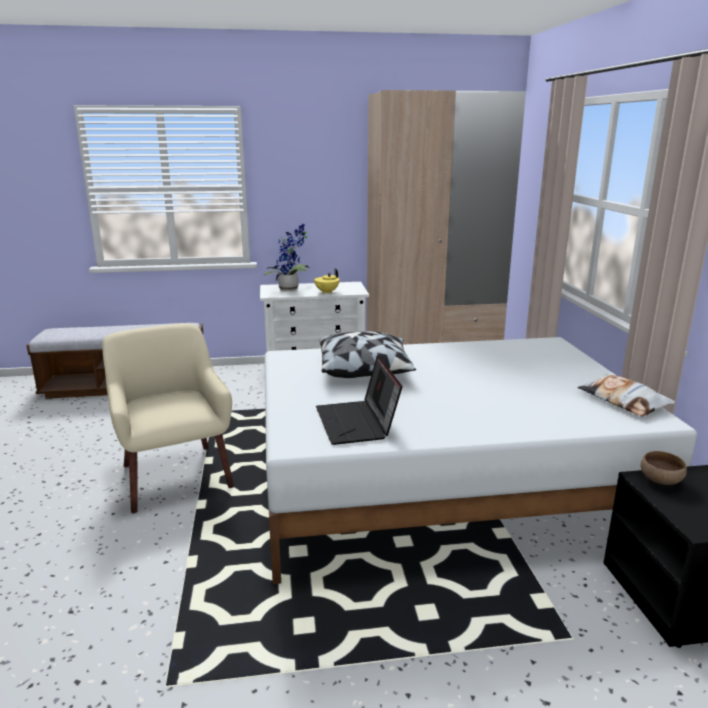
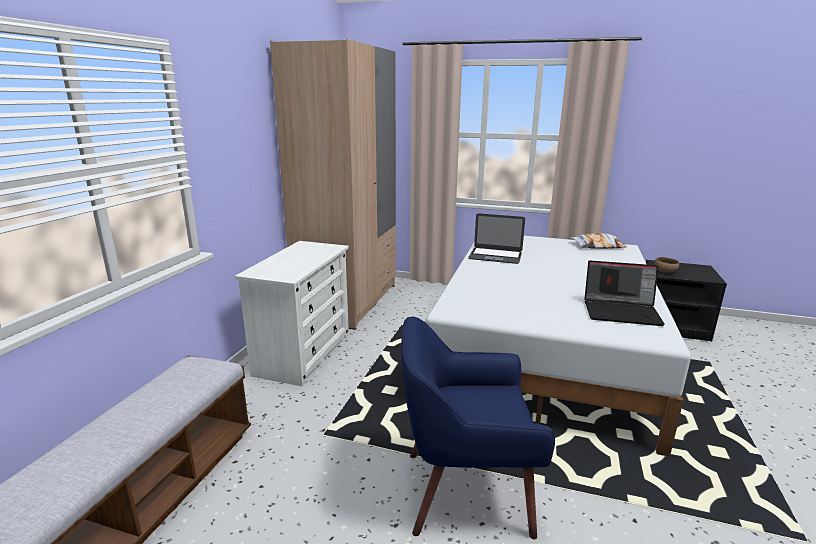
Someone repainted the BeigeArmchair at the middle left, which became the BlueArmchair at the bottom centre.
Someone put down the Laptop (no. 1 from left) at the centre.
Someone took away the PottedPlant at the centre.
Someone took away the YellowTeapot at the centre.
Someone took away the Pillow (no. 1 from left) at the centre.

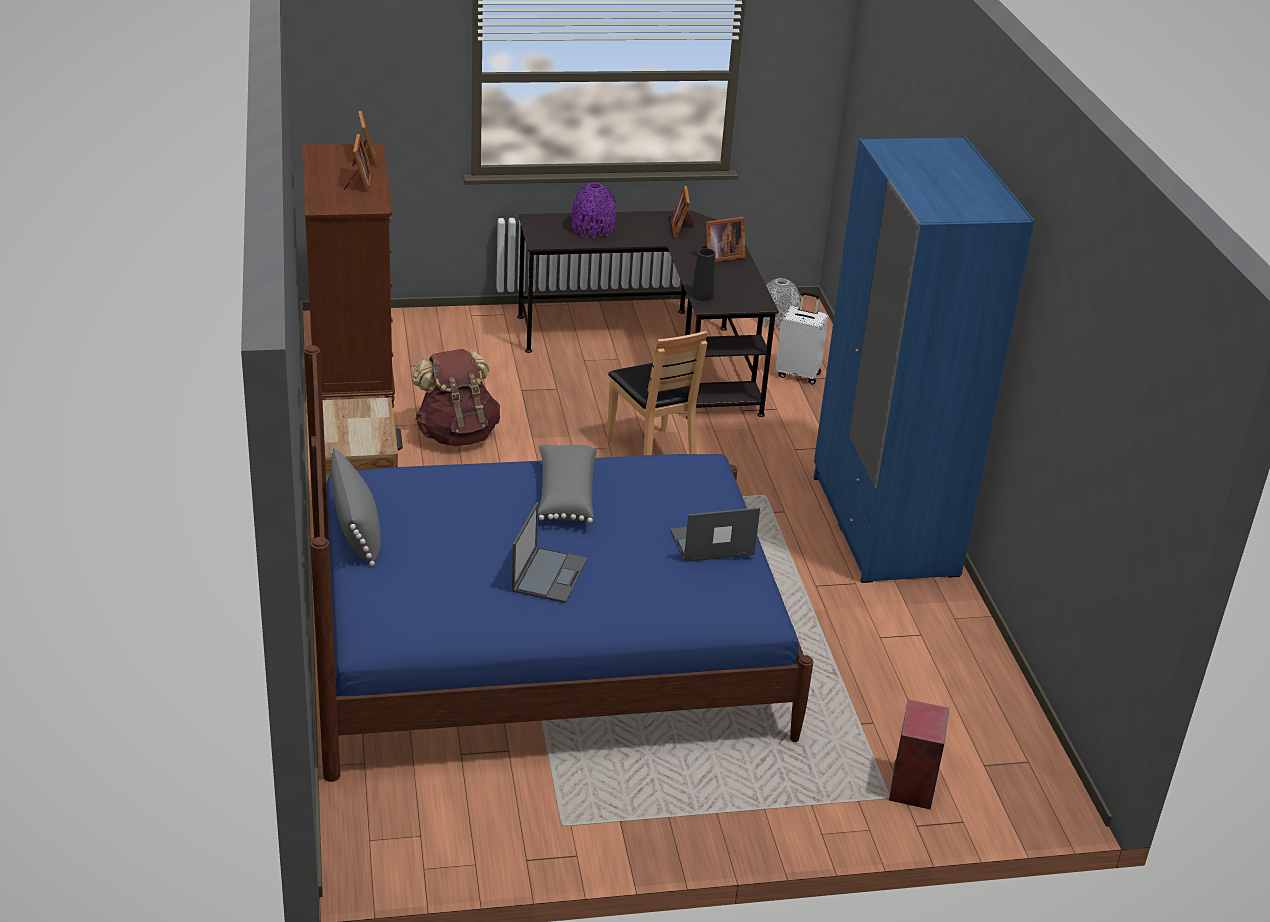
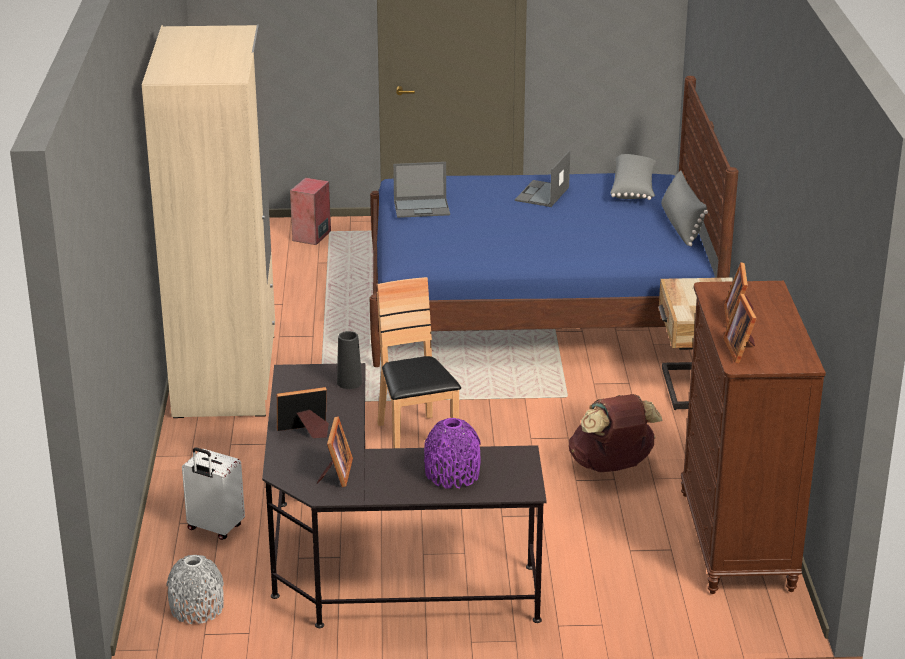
Someone repainted the BlueWardrobe at the middle right, which became the BeigeWardrobe at the middle left.
Someone carried the GreyPillow (no. 2 from left in the first image) from the centre to the top right.

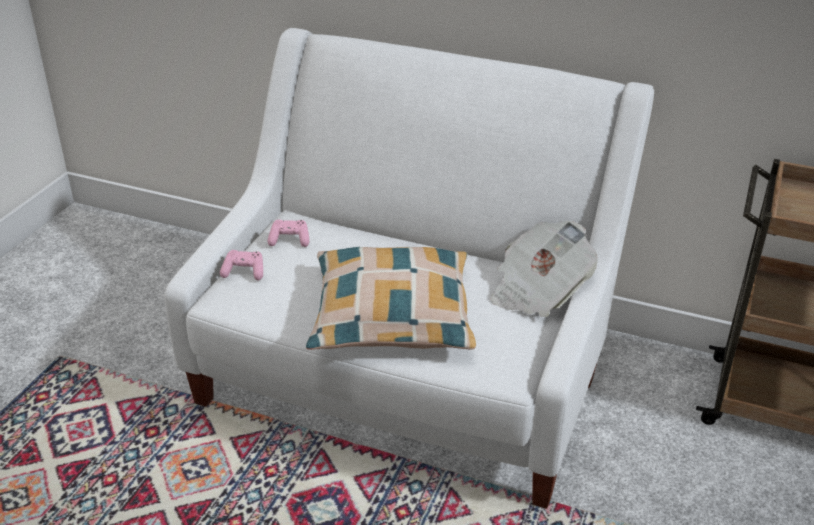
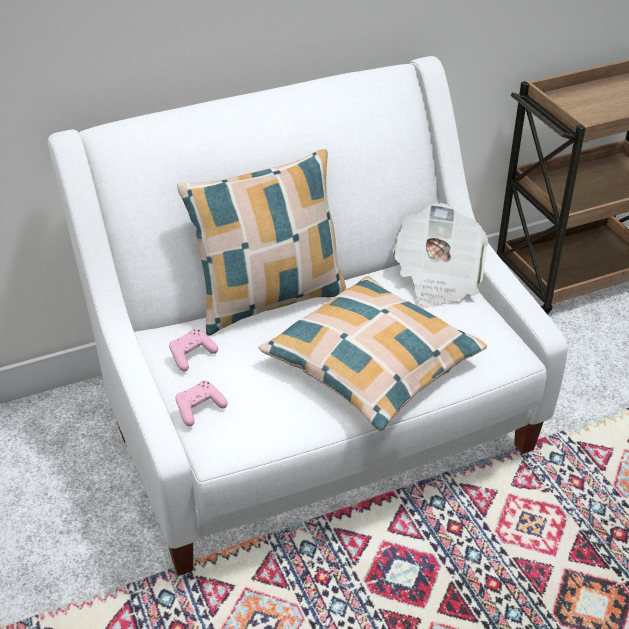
Someone put down the Pillow (no. 1 from left) at the centre.

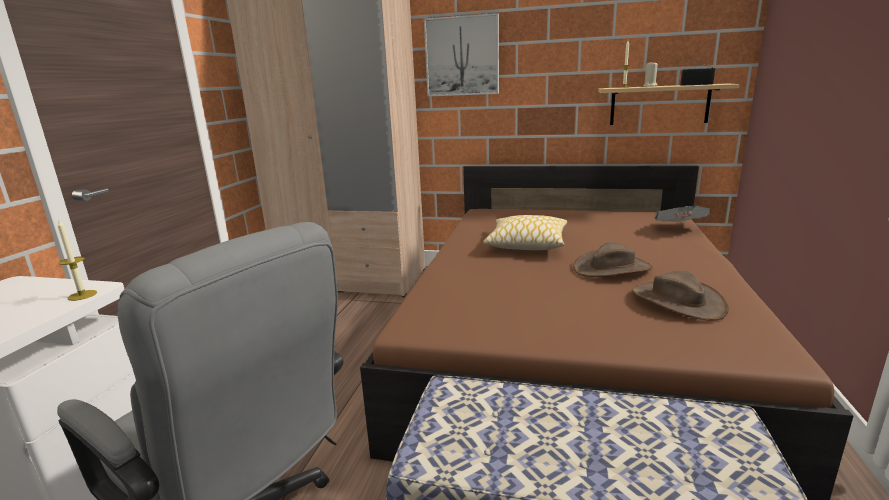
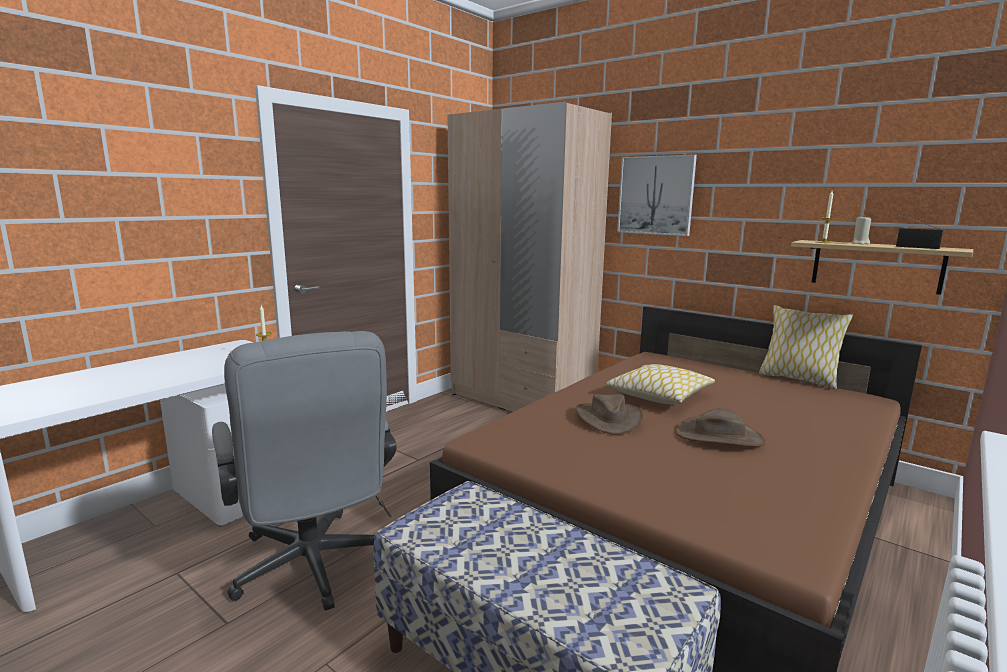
Someone carried the BrownHat (no. 2 from left in the first image) from the middle right to the centre.
Someone put down the Pillow (no. 2 from left) at the middle right.
Someone took away the Newspaper at the middle right.

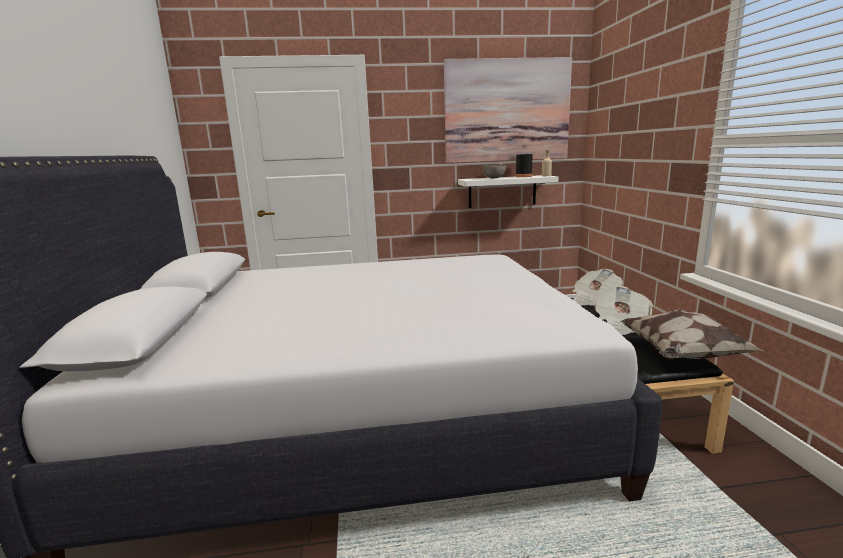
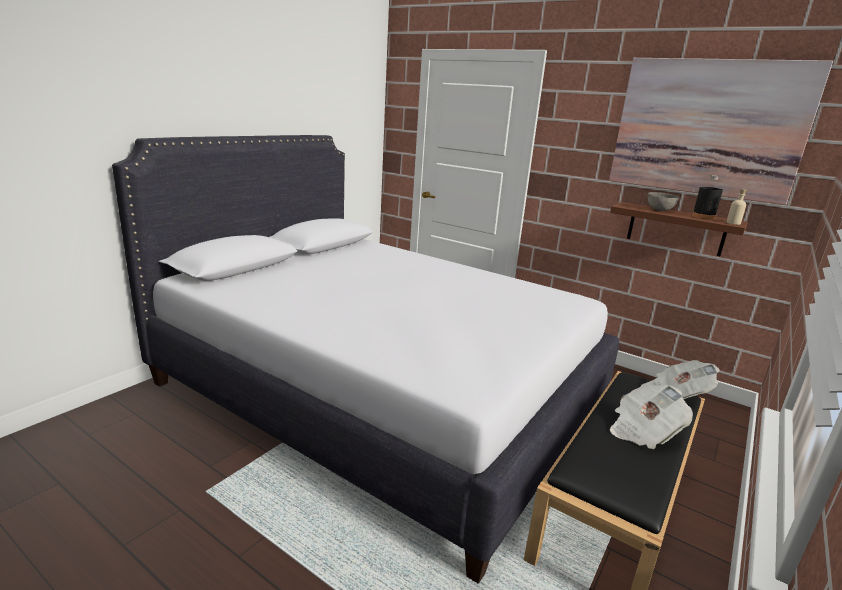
Someone repainted the WhiteShelf at the centre, which became the BrownShelf at the middle right.
Someone took away the Pillow at the middle right.

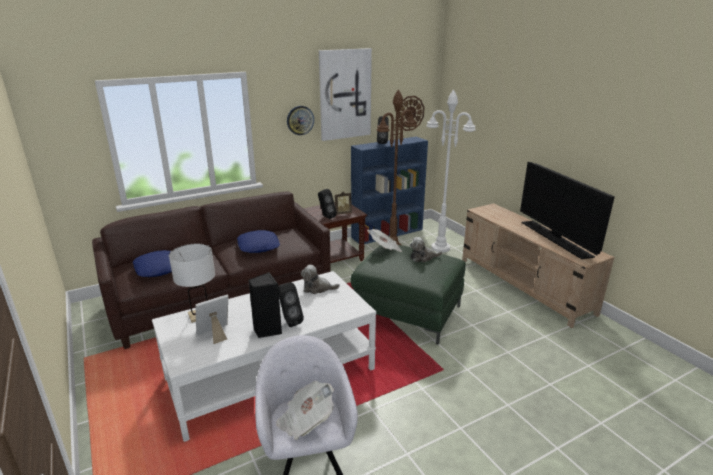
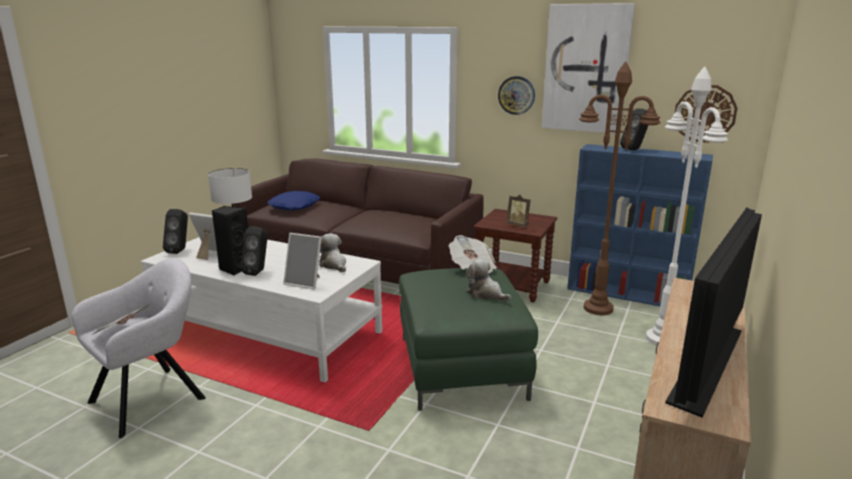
Someone carried the BlackSpeaker (no. 3 from left in the first image) from the centre to the middle left.
Someone put down the PictureFrame (no. 2 from left) at the centre.
Someone took away the BluePillow (no. 2 from left) at the centre.

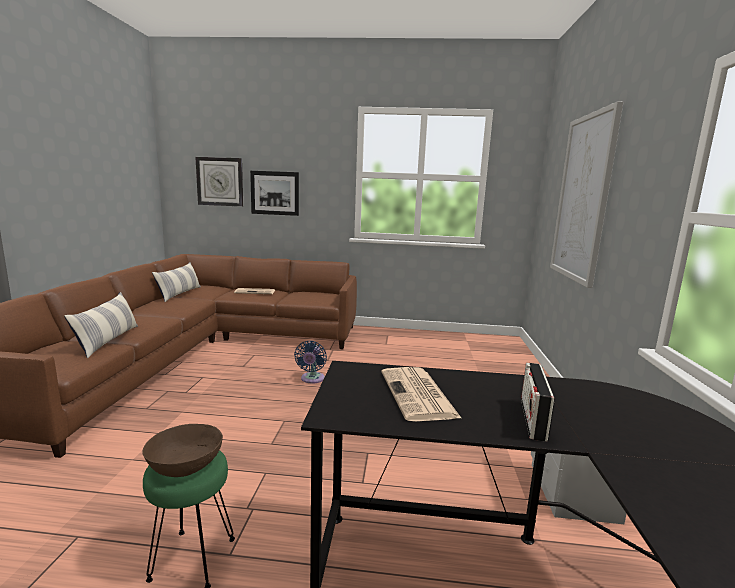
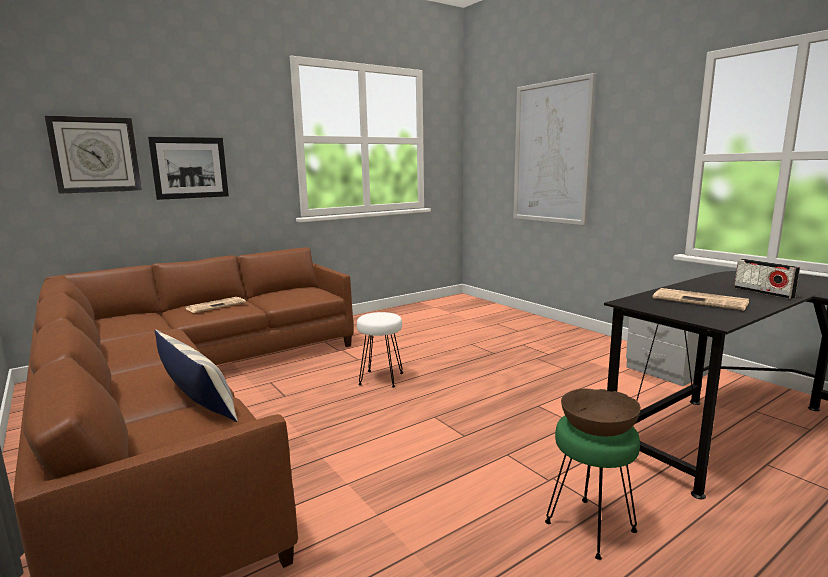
Someone swapped the BlueFan at the centre for the WhiteStool at the centre.
Someone took away the Pillow (no. 2 from left) at the middle left.

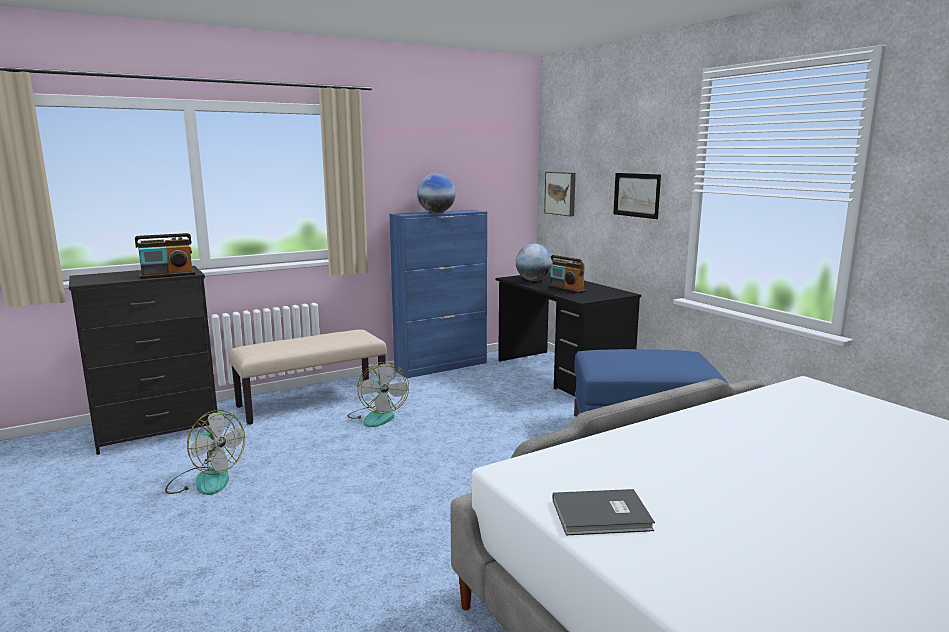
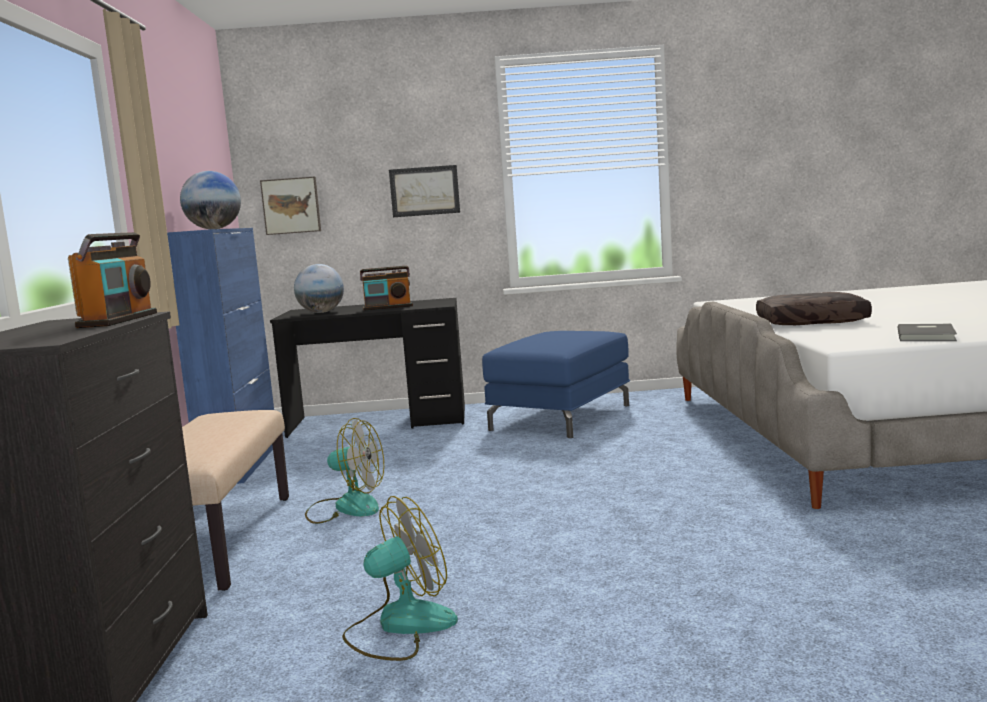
Someone put down the BrownPillow at the middle right.

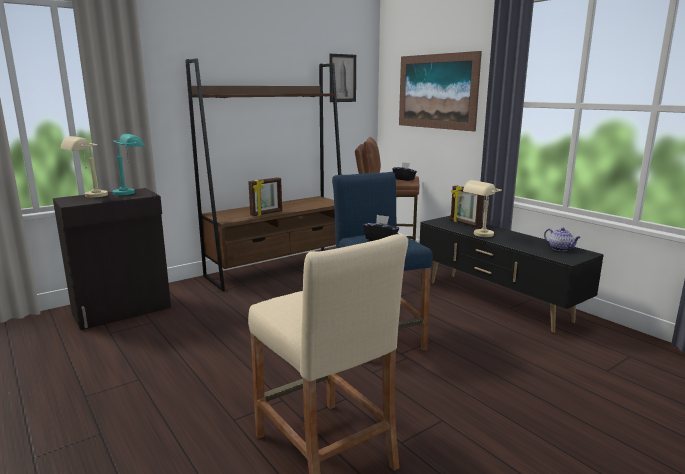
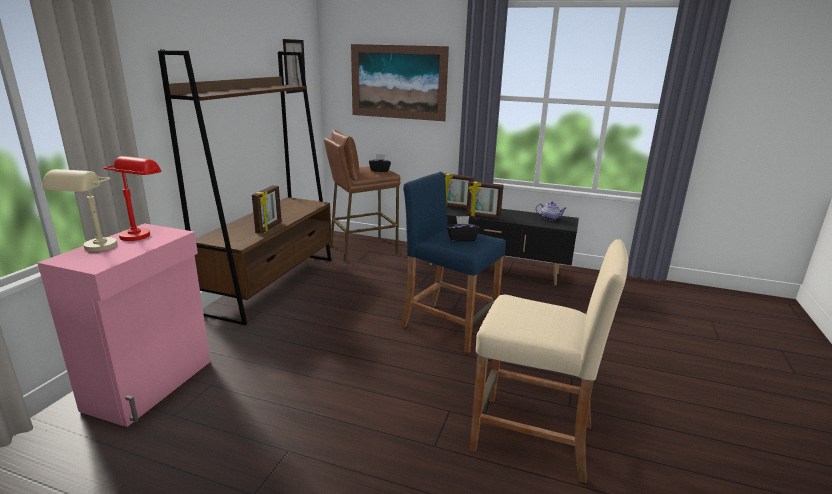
Someone repainted the BlackCabinet at the middle left, which became the PinkCabinet at the middle left.
Someone repainted the TurquoiseTableLamp at the middle left, which became the RedTableLamp at the middle left.
Someone swapped the BeigeTableLamp (no. 2 from left) at the middle right for the PictureFrame (no. 3 from left) at the centre.

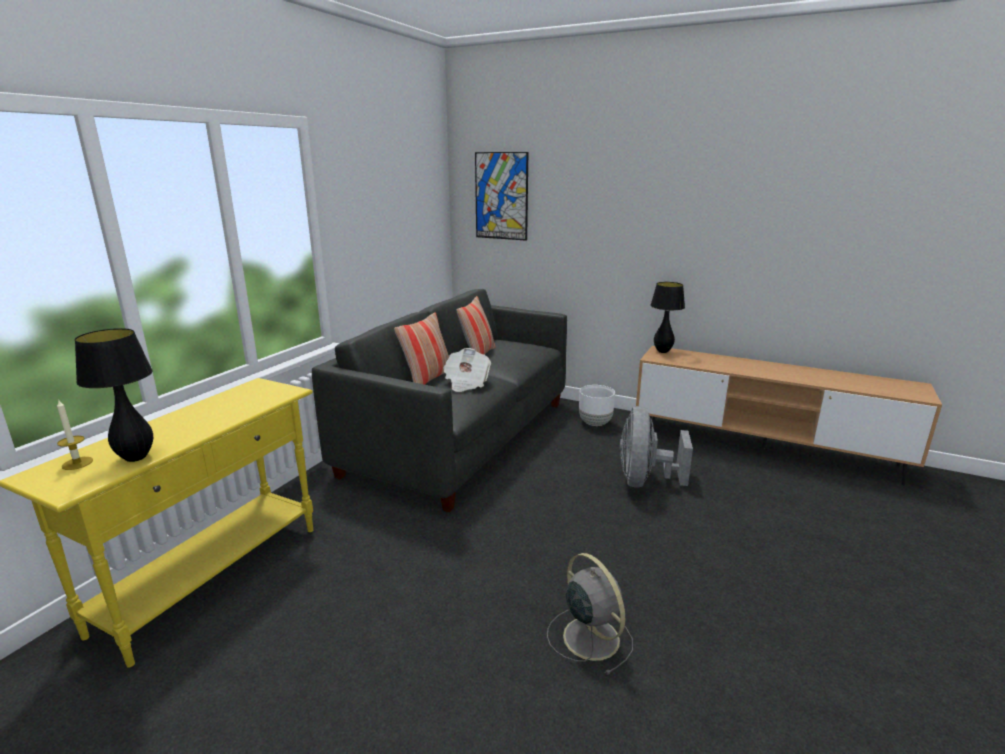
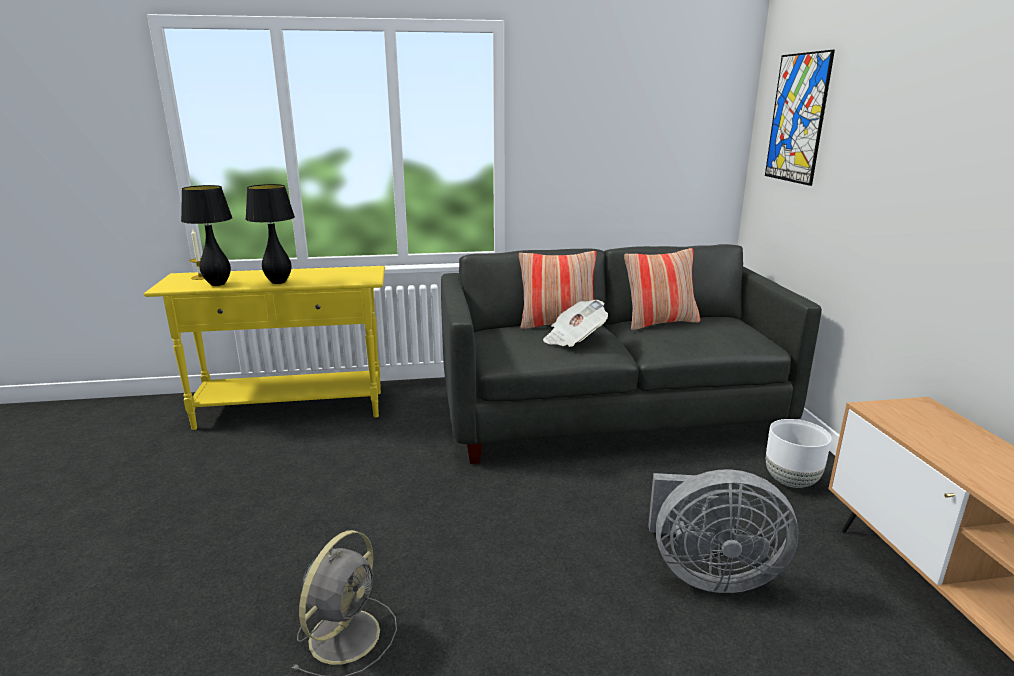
Someone carried the BlackTableLamp (no. 2 from left) from the centre to the middle left.
Someone rotated the GreyFan (no. 2 from left) at the centre by 150 degrees counterclockwise.

